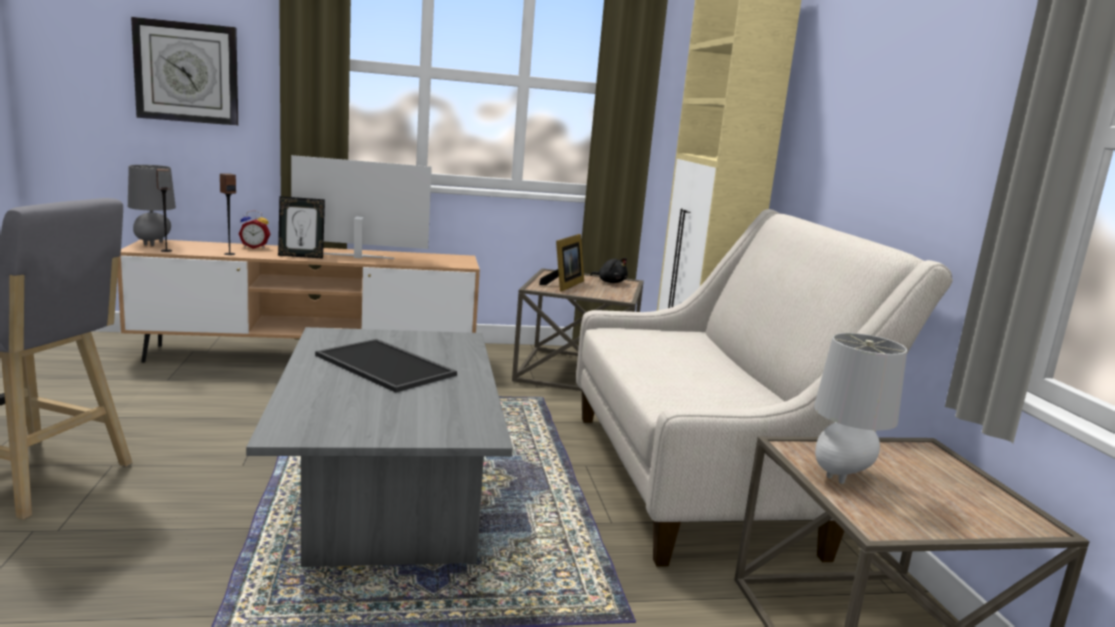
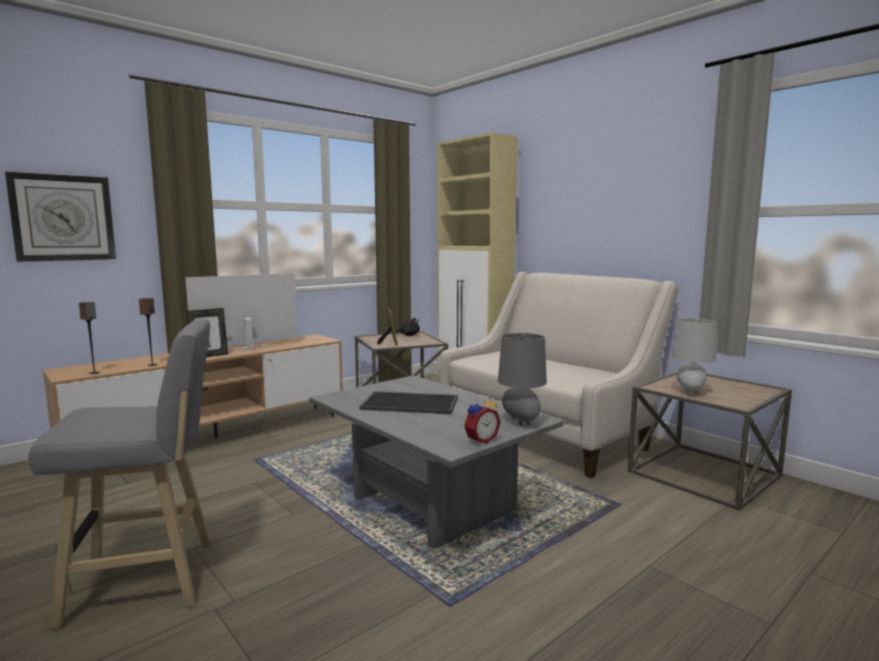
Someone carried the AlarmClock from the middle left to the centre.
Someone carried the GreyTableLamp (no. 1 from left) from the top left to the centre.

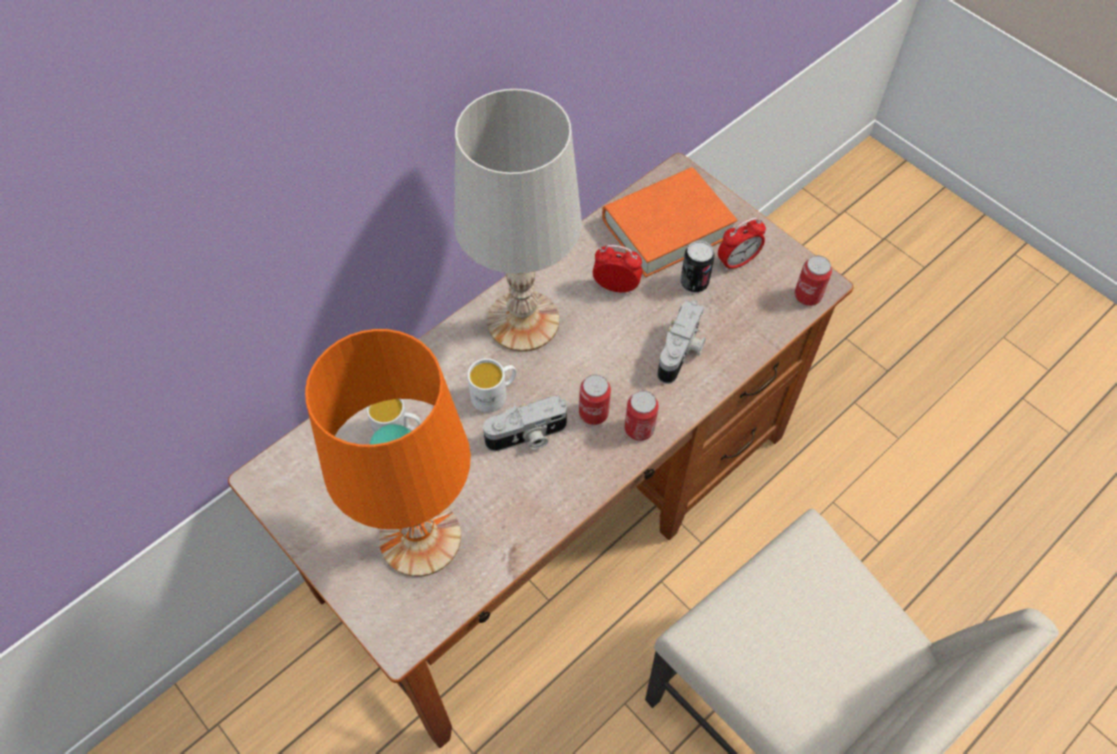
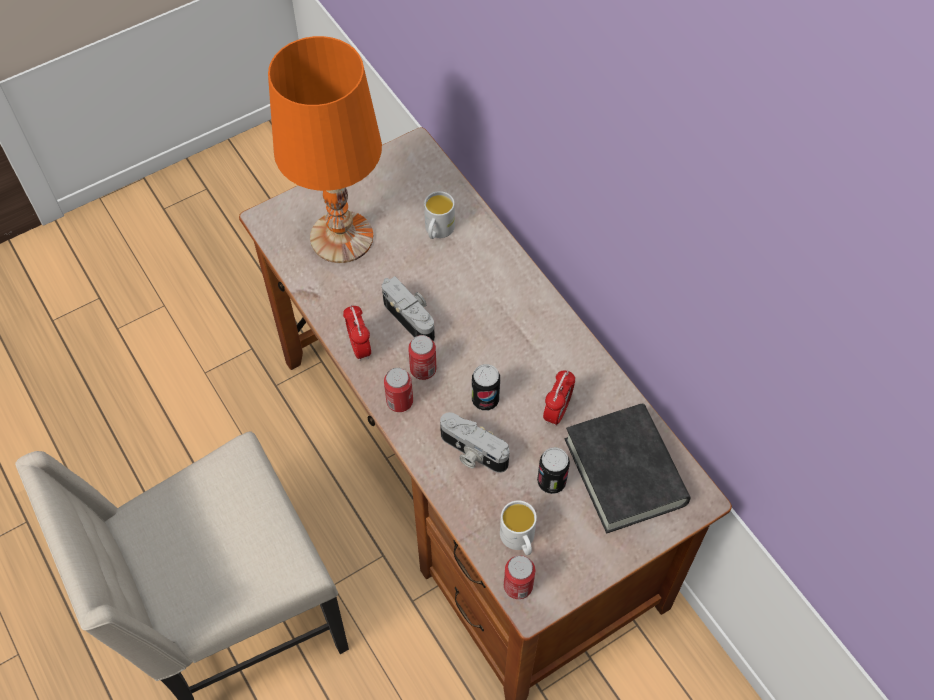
Someone carried the AlarmClock (no. 2 from left in the first image) from the top centre to the centre.
Someone rotated the PhotoCamera (no. 1 from left) at the centre by 150 degrees clockwise.
Someone put down the Can (no. 3 from left) at the centre.
Someone carried the WhiteMug (no. 2 from left) from the centre to the bottom centre.
Someone repainted the OrangeBook at the top centre, which became the BlackBook at the bottom right.
Someone took away the WhiteTableLamp at the top centre.

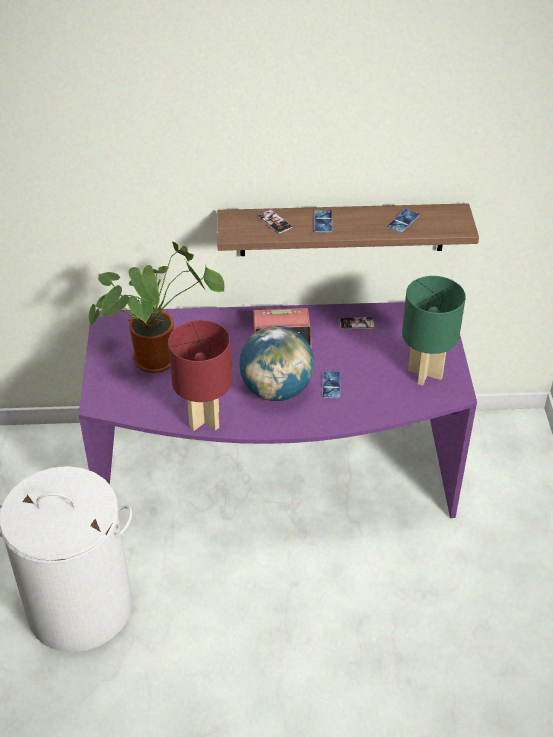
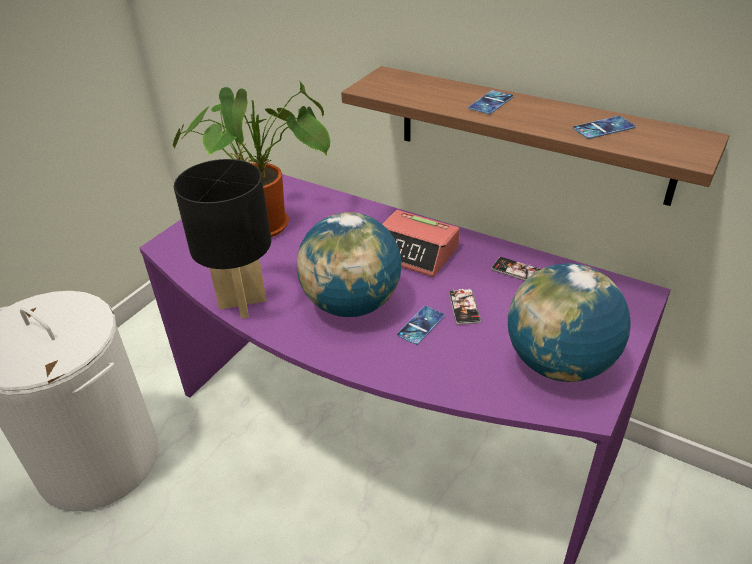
Someone repainted the RedTableLamp at the centre, which became the BlackTableLamp at the middle left.
Someone carried the Phone (no. 1 from left in the first image) from the top centre to the centre.
Someone swapped the GreenTableLamp at the middle right for the Globe (no. 2 from left) at the middle right.

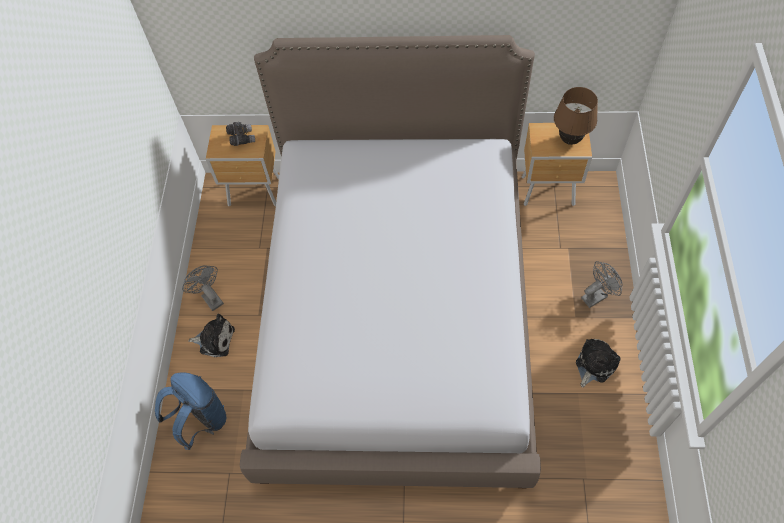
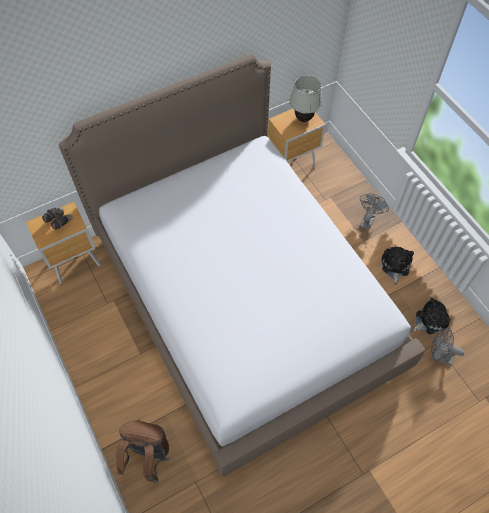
Someone repainted the BlueBackpack at the bottom left, which became the BrownBackpack at the bottom left.
Someone repainted the BrownTableLamp at the top right, which became the WhiteTableLamp at the top centre.
Someone carried the PlushToy (no. 1 from left in the first image) from the middle left to the middle right.
Someone carried the GreyFan (no. 1 from left in the first image) from the middle left to the bottom right.

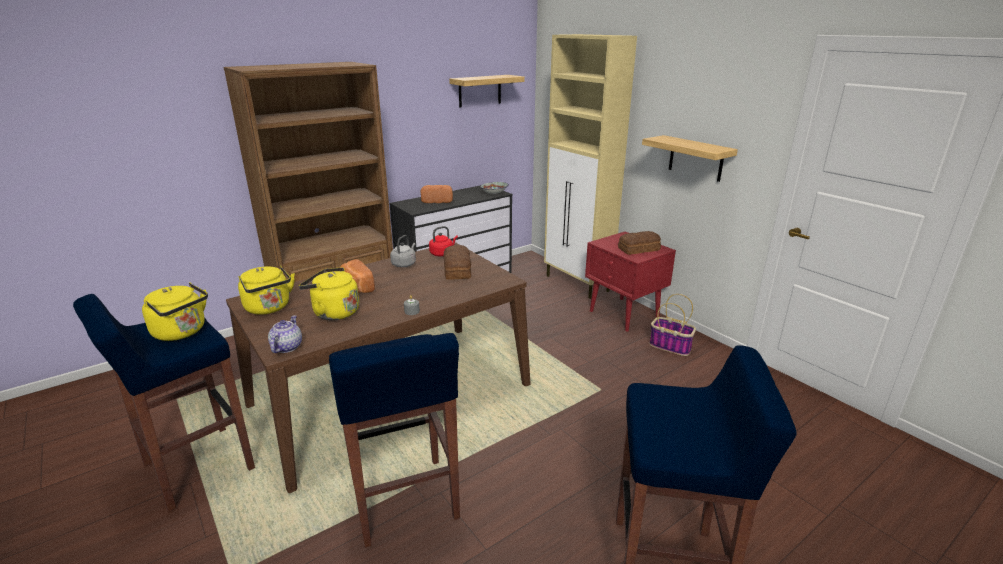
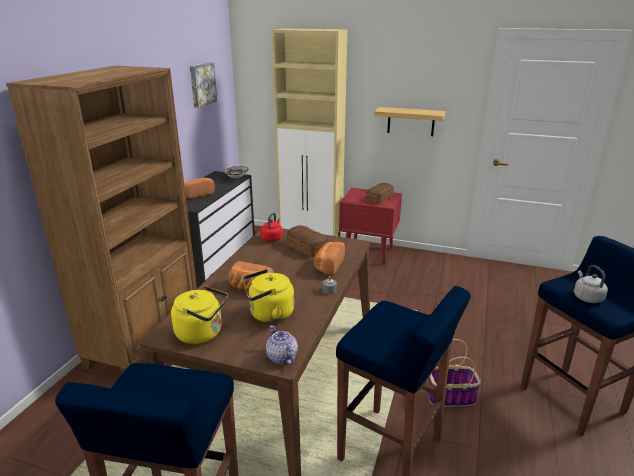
Someone swapped the Shelf (no. 1 from left) at the top centre for the Picture at the top left.
Someone put down the Bread (no. 4 from left) at the centre.
Someone carried the Basket from the middle right to the bottom right.
Someone carried the GreyKettle from the centre to the middle right.
Someone took away the YellowKettle (no. 1 from left) at the middle left.

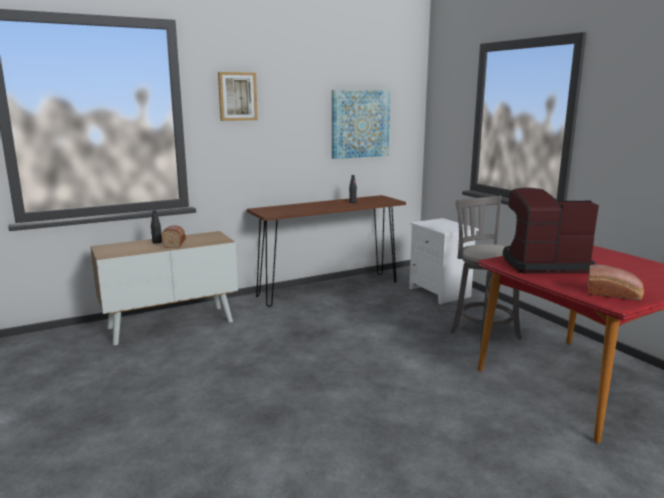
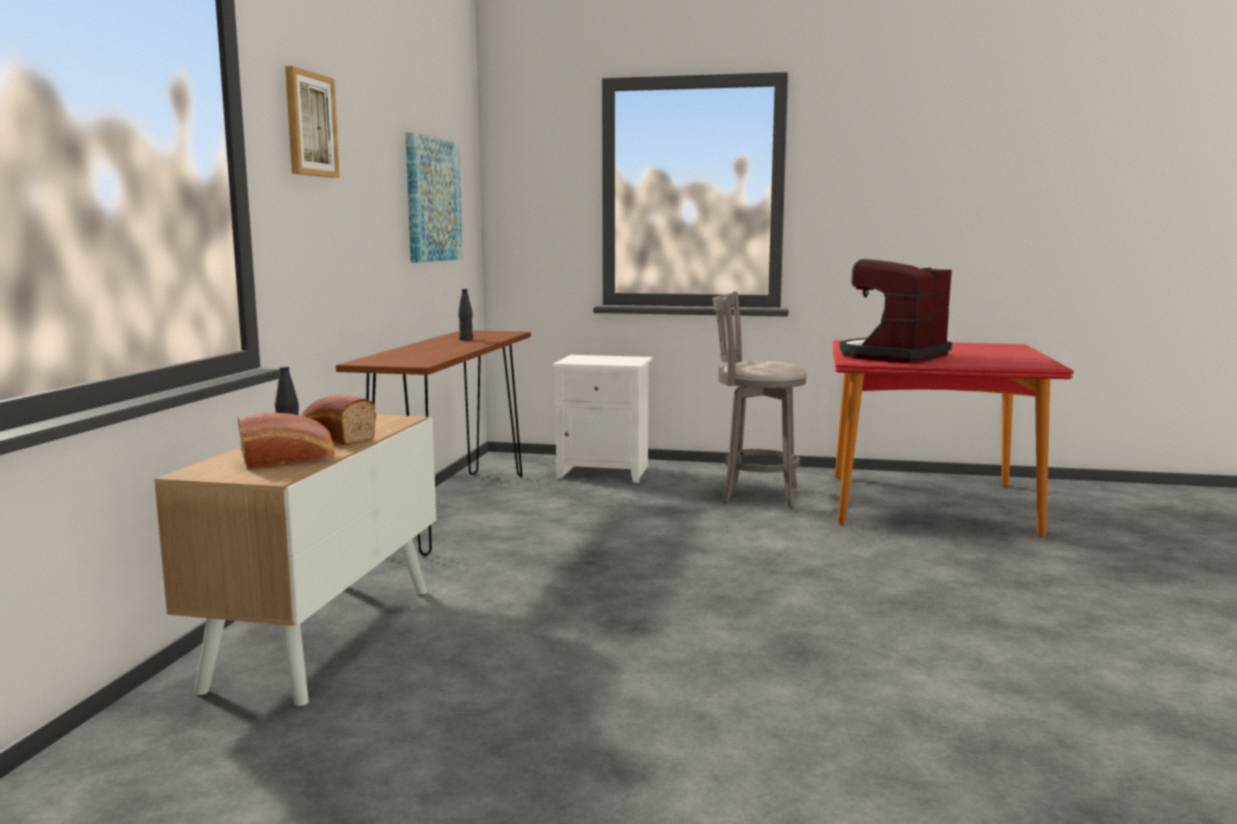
Someone carried the Bread (no. 2 from left in the first image) from the middle right to the middle left.

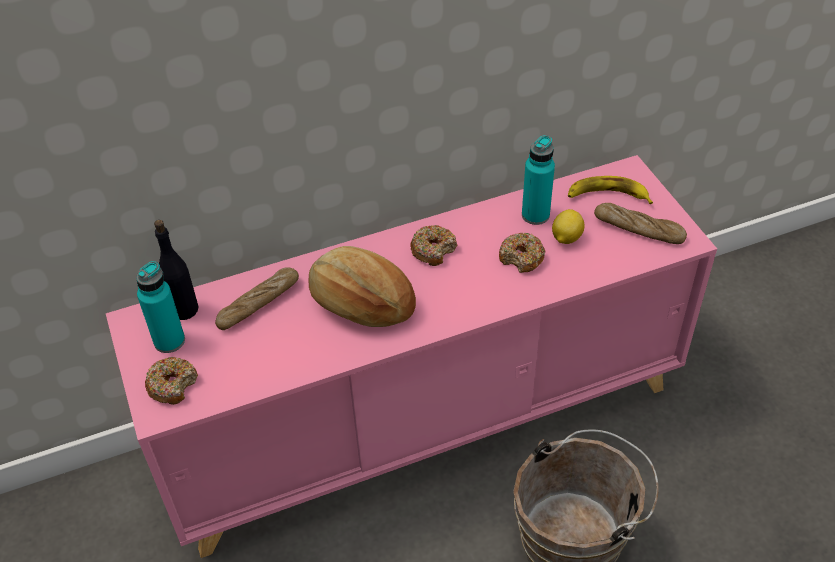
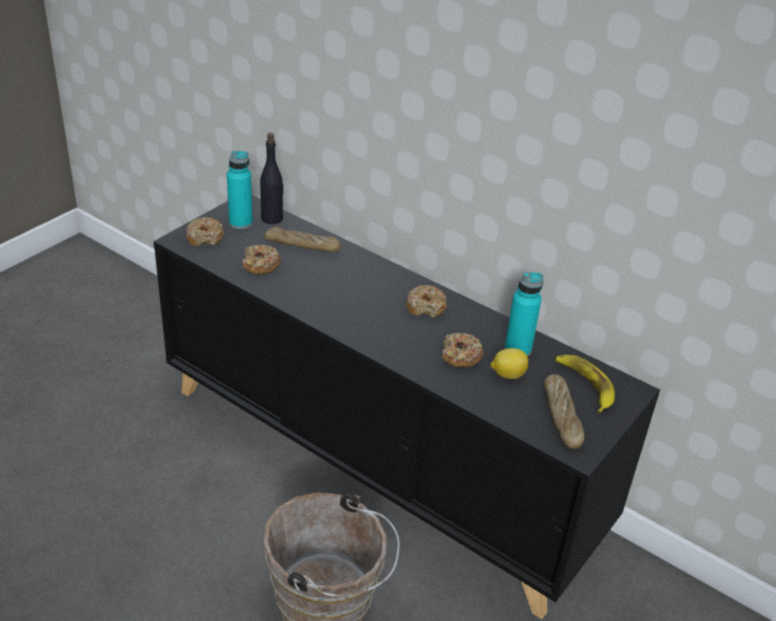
Someone repainted the PinkCabinet at the centre, which became the BlackCabinet at the centre.
Someone put down the Donut (no. 2 from left) at the centre.
Someone took away the Bread (no. 2 from left) at the centre.

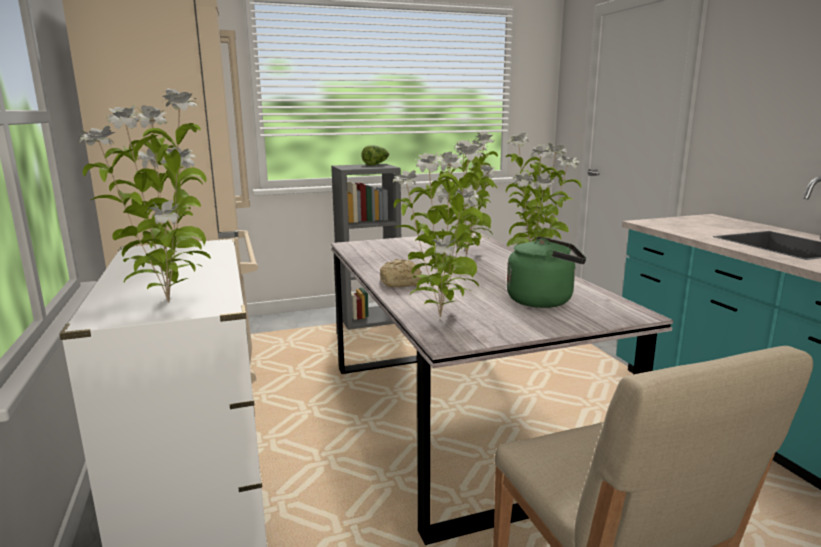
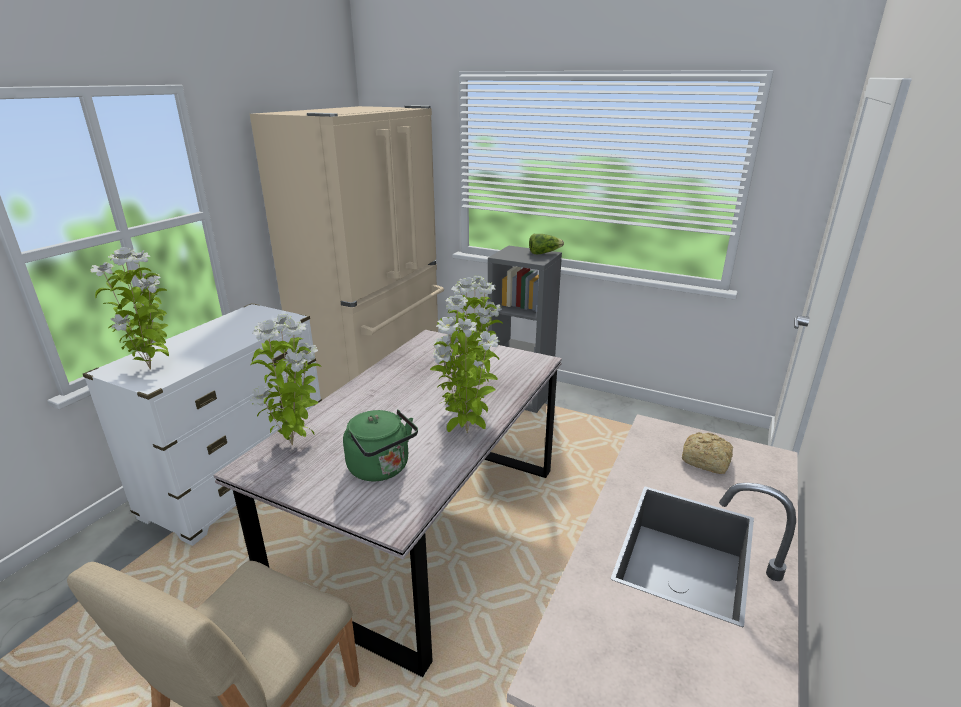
Someone carried the Bread from the centre to the middle right.

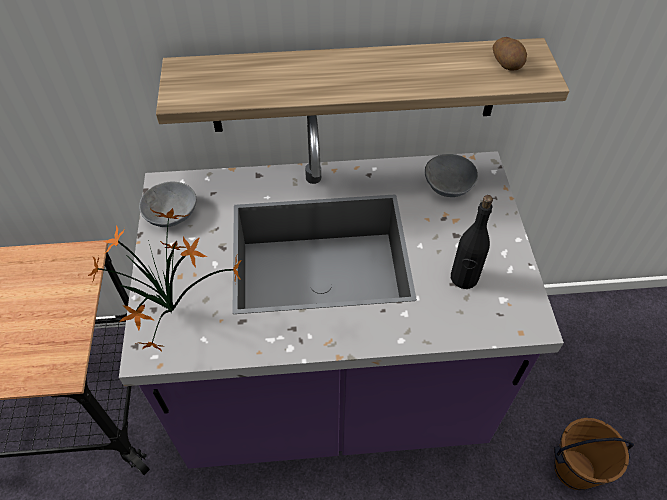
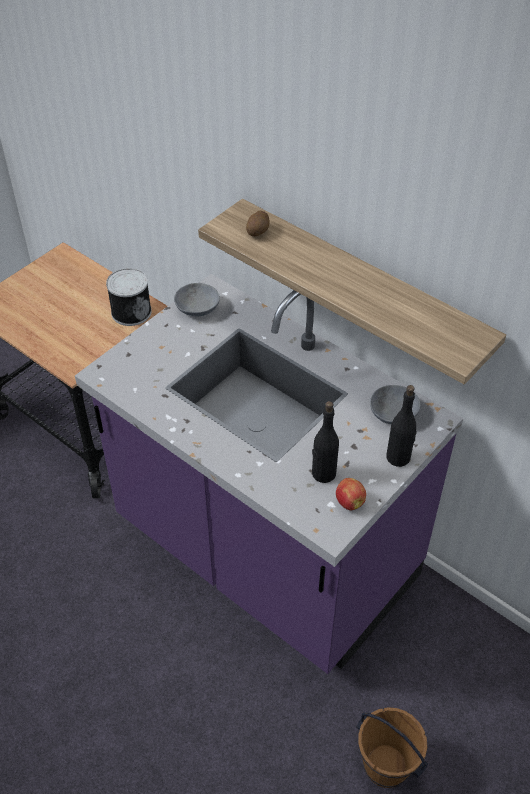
Someone put down the Can at the middle left.
Someone carried the Potato from the top right to the top centre.
Someone put down the Apple at the centre.
Someone put down the BlackBottle (no. 2 from left) at the middle right.
Someone took away the PottedPlant at the middle left.

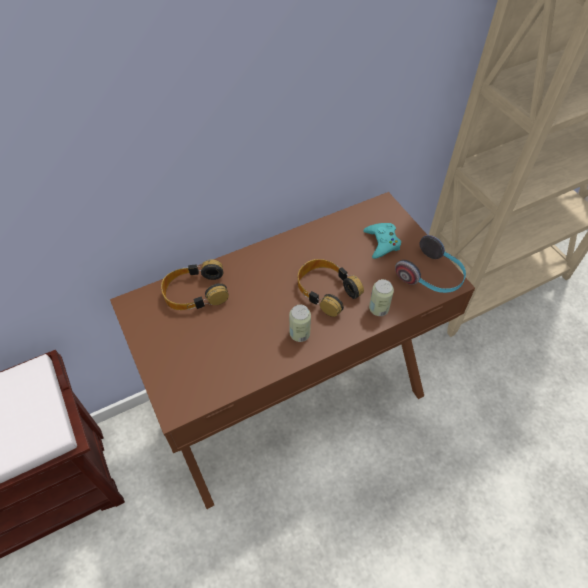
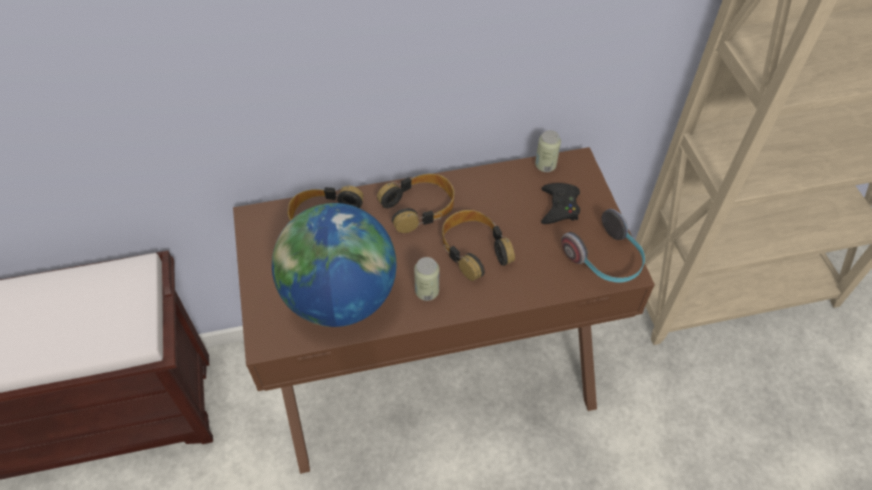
Someone put down the Globe at the centre.
Someone put down the Headphones (no. 2 from left) at the centre.
Someone carried the Can (no. 2 from left) from the centre to the top centre.
Someone repainted the TurquoiseGameController at the centre, which became the BlackGameController at the centre.

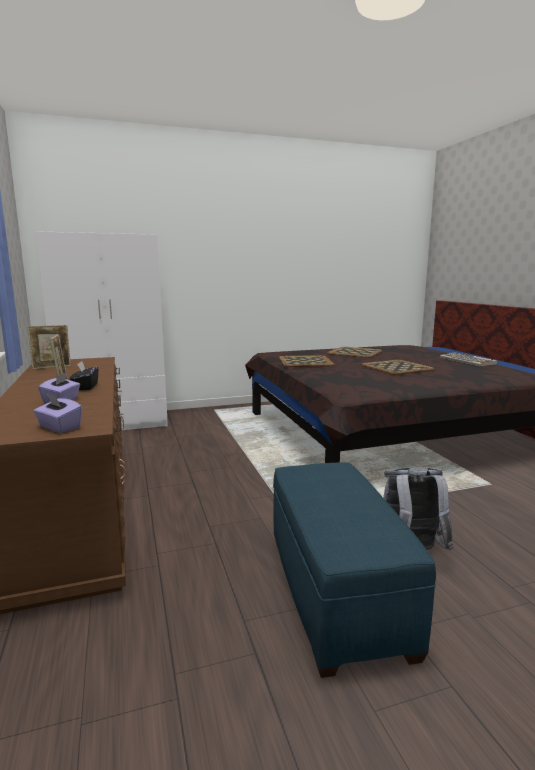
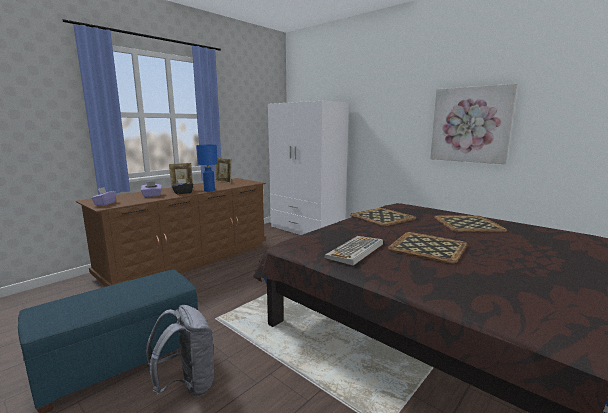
Someone put down the BlueTableLamp at the centre.
Someone carried the Keyboard from the middle right to the centre.
Someone put up the Picture at the top right.

